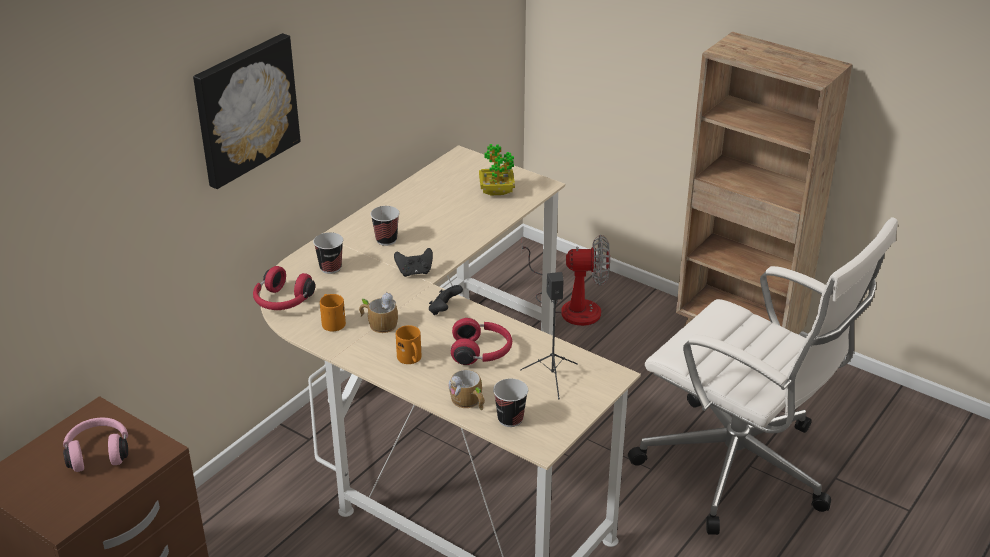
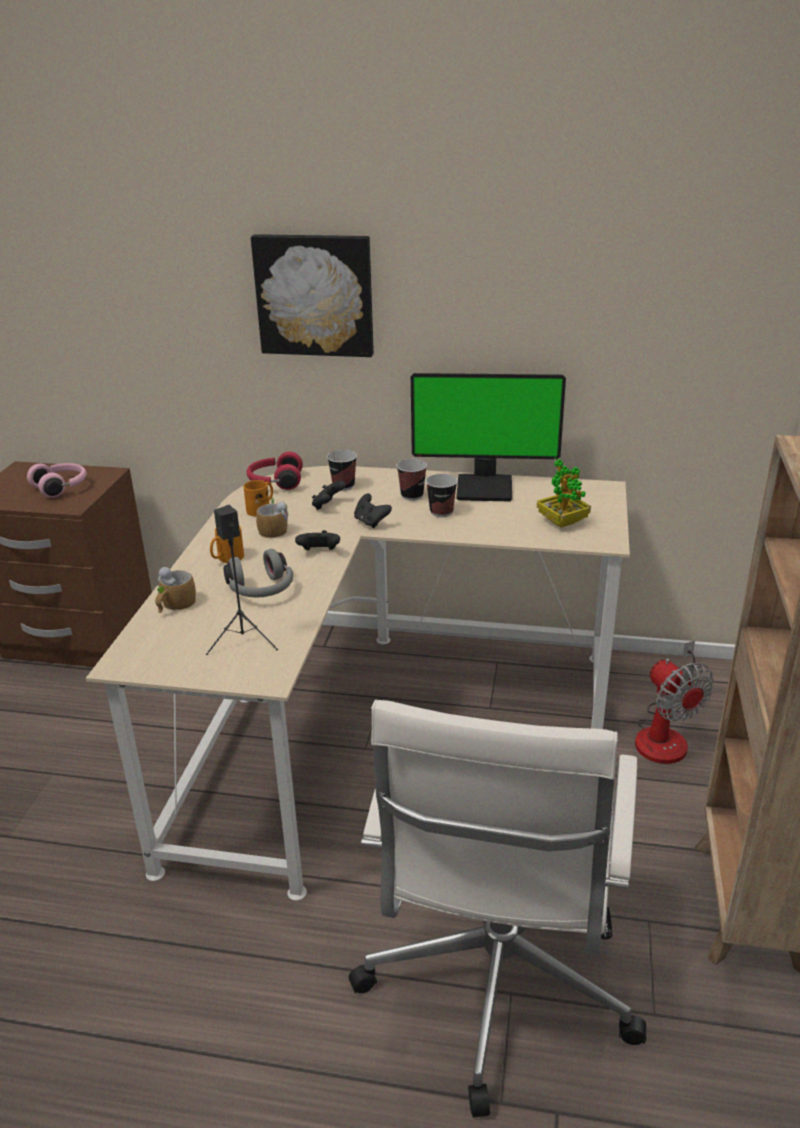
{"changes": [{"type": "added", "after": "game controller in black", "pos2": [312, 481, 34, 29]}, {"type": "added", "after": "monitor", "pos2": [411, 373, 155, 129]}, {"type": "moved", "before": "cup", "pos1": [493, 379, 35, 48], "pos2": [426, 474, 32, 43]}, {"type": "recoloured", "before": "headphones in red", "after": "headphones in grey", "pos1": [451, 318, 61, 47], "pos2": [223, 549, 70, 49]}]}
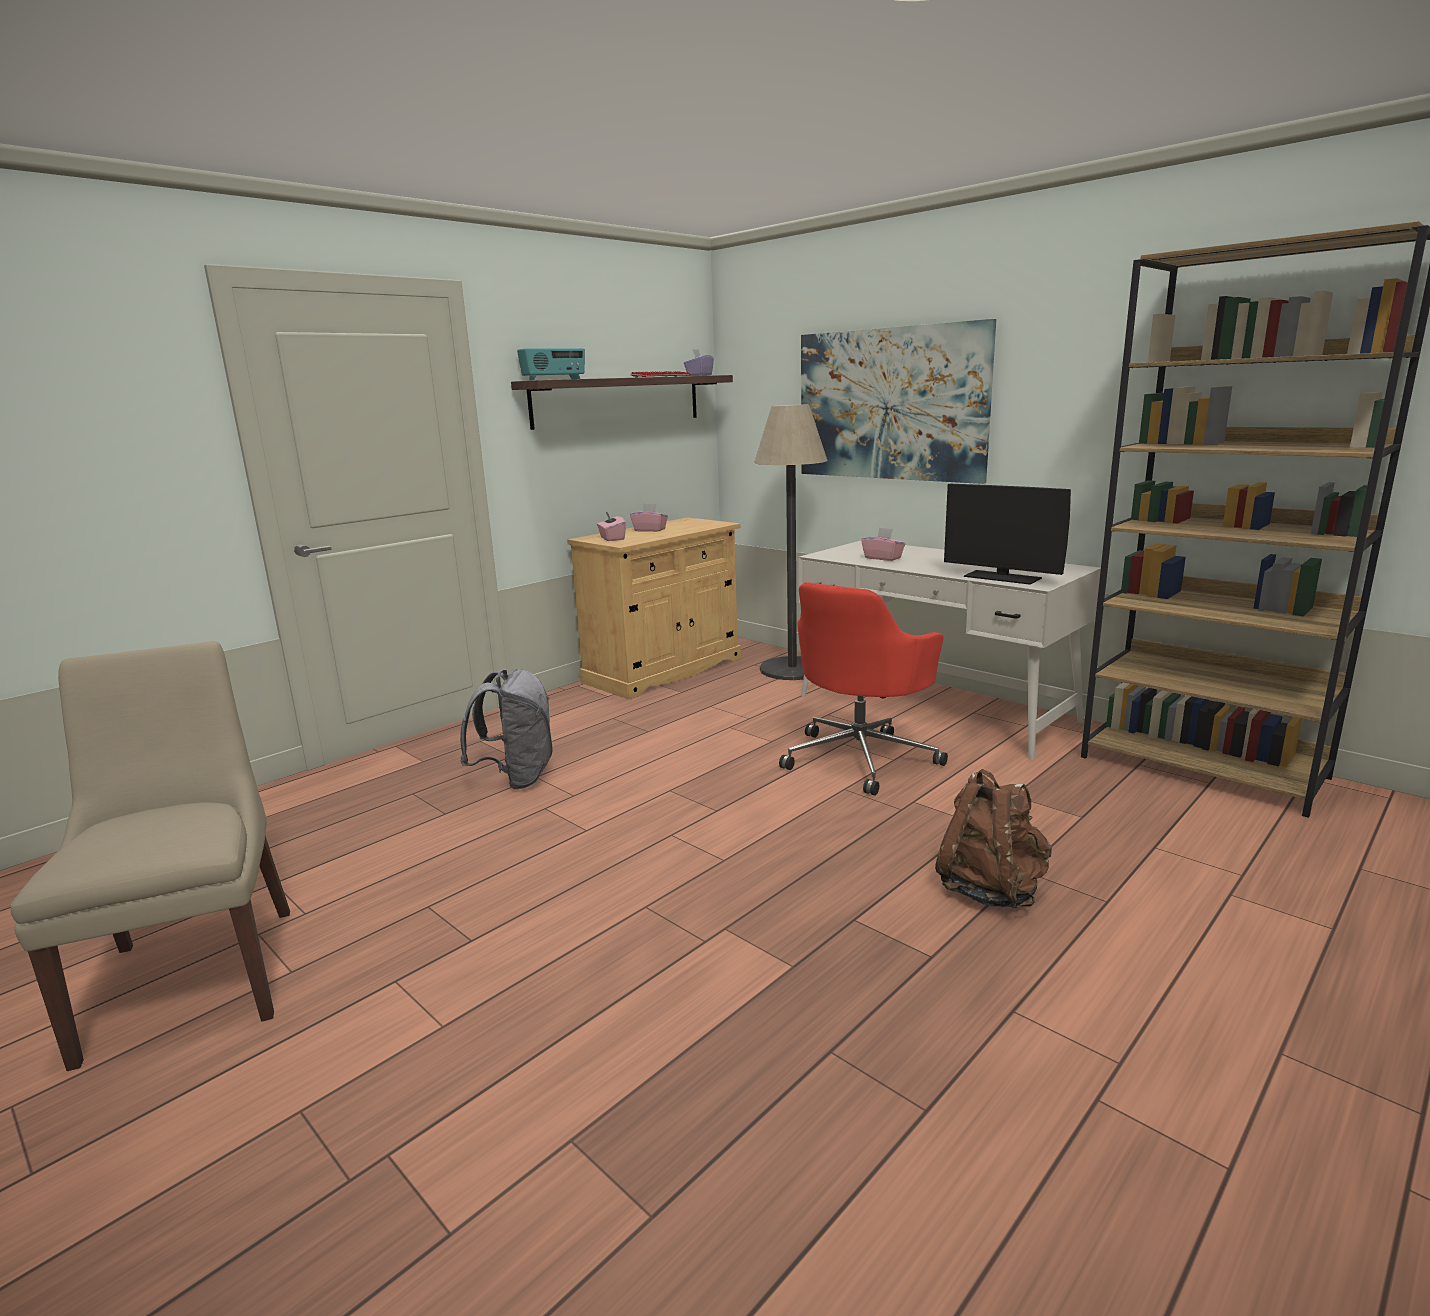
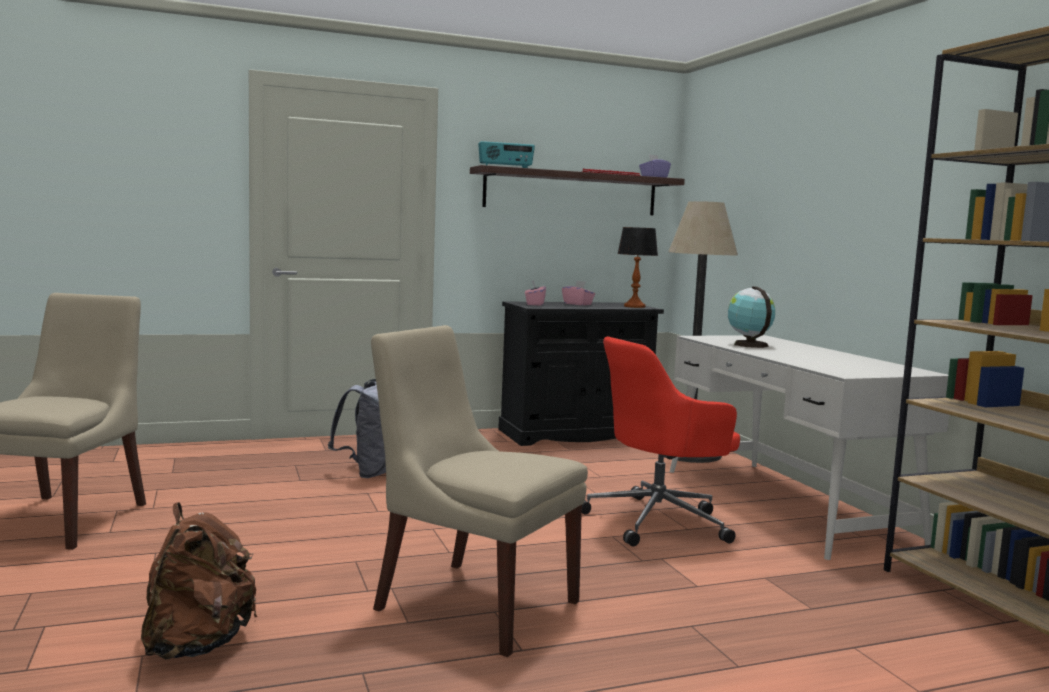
{"changes": [{"type": "removed", "before": "picture", "pos1": [801, 319, 195, 165]}, {"type": "removed", "before": "monitor", "pos1": [944, 484, 127, 101]}, {"type": "added", "after": "chair in beige", "pos2": [371, 325, 217, 332]}, {"type": "added", "after": "table lamp", "pos2": [617, 227, 41, 81]}, {"type": "moved", "before": "backpack in brown", "pos1": [935, 769, 117, 139], "pos2": [141, 502, 116, 157]}, {"type": "replaced", "before": "tissue box in pink", "after": "globe", "pos1": [861, 527, 45, 34], "pos2": [728, 286, 47, 62]}, {"type": "recoloured", "before": "cabinet in beige", "after": "cabinet in black", "pos1": [567, 517, 174, 182], "pos2": [498, 301, 166, 145]}]}
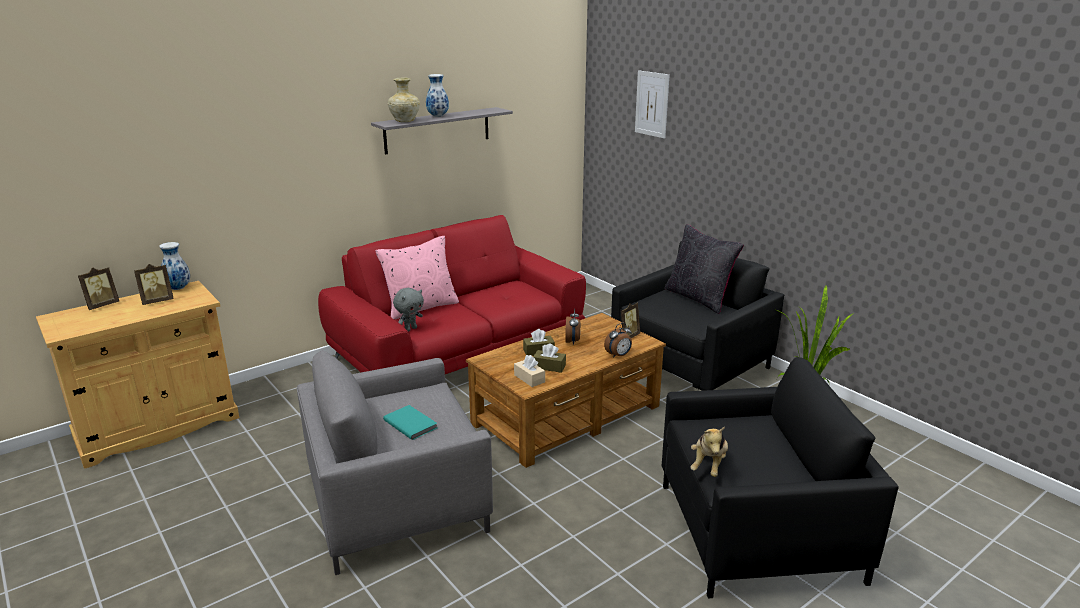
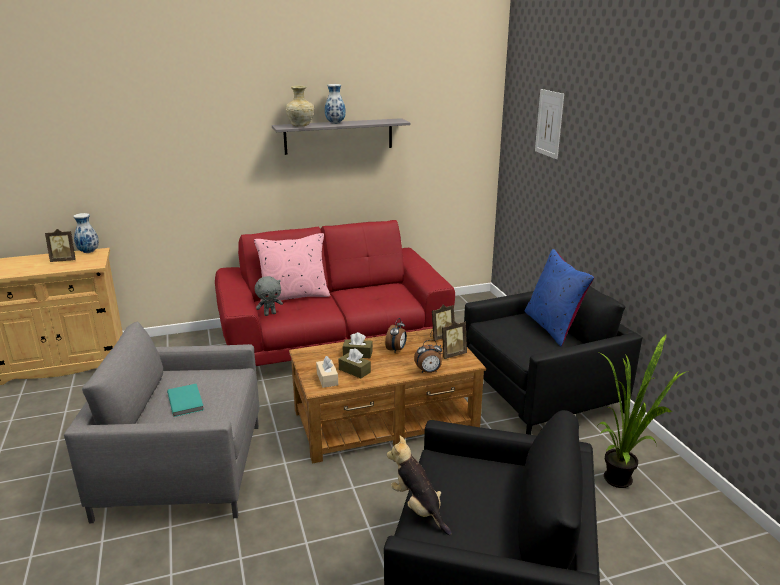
{"changes": [{"type": "moved", "before": "picture frame", "pos1": [78, 267, 41, 43], "pos2": [430, 305, 25, 36]}, {"type": "recoloured", "before": "pillow in black", "after": "pillow in blue", "pos1": [664, 224, 80, 90], "pos2": [525, 249, 69, 97]}, {"type": "turned", "before": "plush toy", "pos1": [691, 426, 37, 51], "pos2": [387, 436, 65, 99], "turn": 105}]}
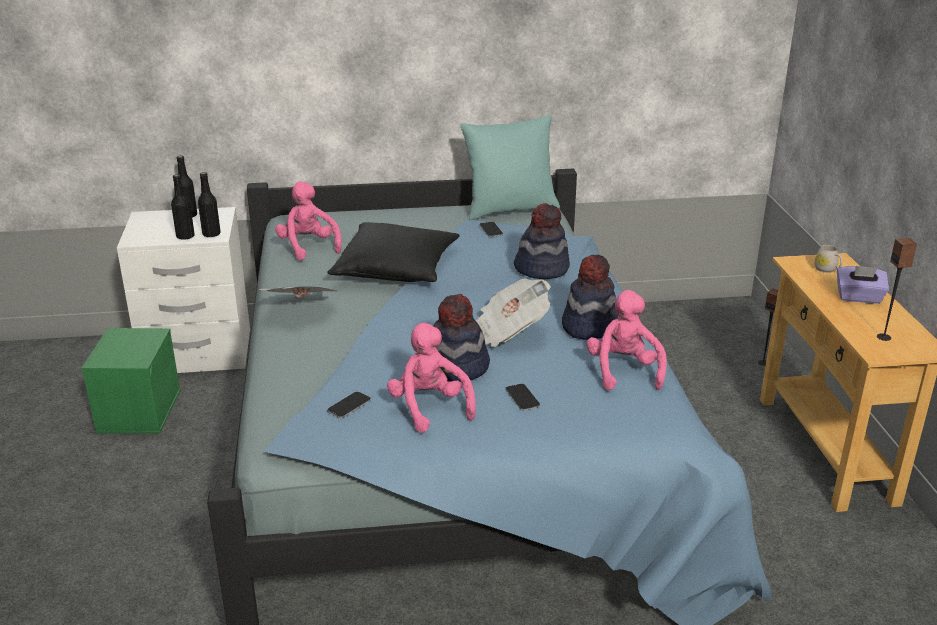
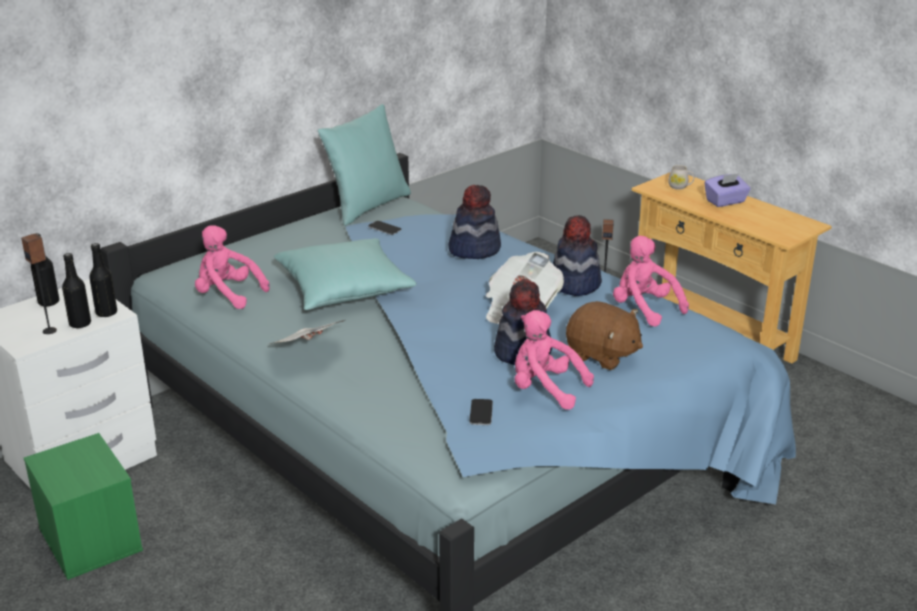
{"changes": [{"type": "moved", "before": "speaker", "pos1": [877, 238, 40, 103], "pos2": [21, 233, 36, 101]}, {"type": "replaced", "before": "phone", "after": "plush toy in brown", "pos1": [505, 384, 35, 26], "pos2": [566, 301, 77, 69]}, {"type": "recoloured", "before": "pillow in black", "after": "pillow in turquoise", "pos1": [327, 222, 133, 60], "pos2": [273, 238, 144, 73]}]}
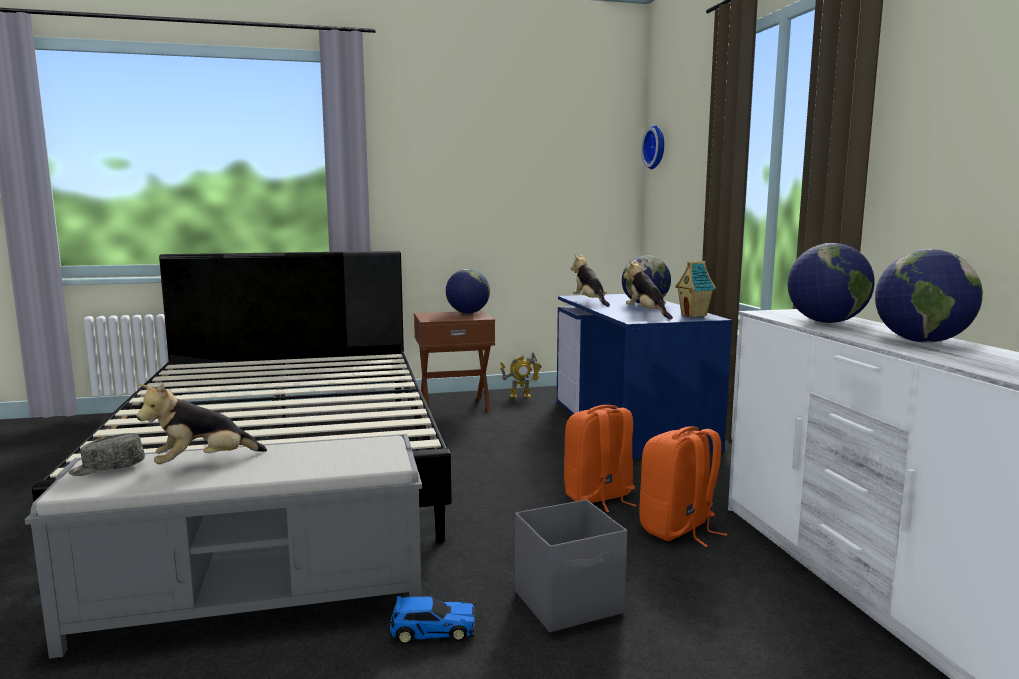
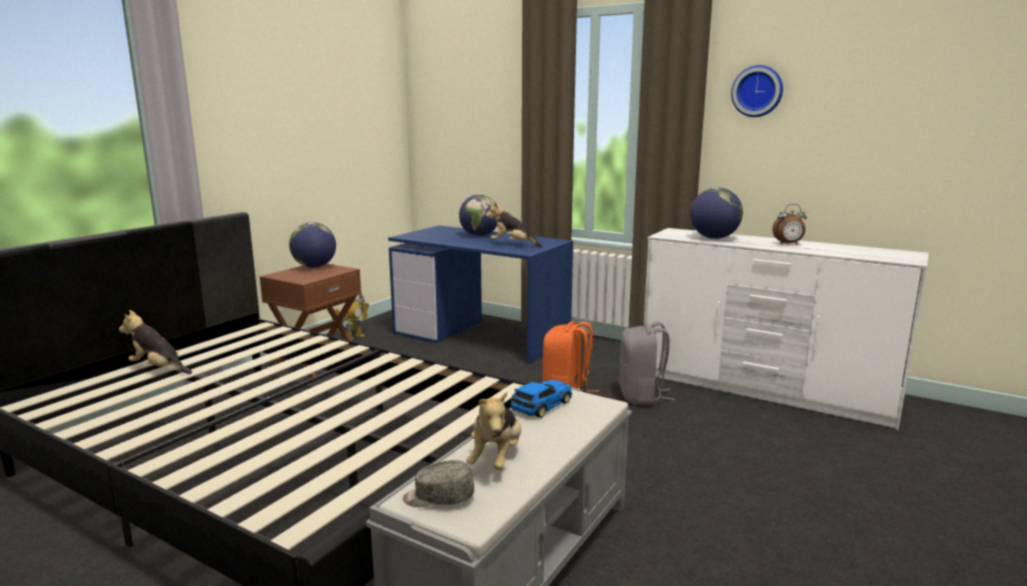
{"changes": [{"type": "removed", "before": "storage box in grey", "pos1": [515, 500, 112, 132]}, {"type": "removed", "before": "toy house", "pos1": [675, 261, 41, 56]}, {"type": "moved", "before": "toy car", "pos1": [390, 596, 86, 48], "pos2": [510, 380, 62, 38]}, {"type": "moved", "before": "plush toy", "pos1": [571, 254, 39, 53], "pos2": [119, 310, 73, 64]}, {"type": "moved", "before": "wall clock", "pos1": [641, 125, 23, 44], "pos2": [731, 65, 52, 52]}, {"type": "replaced", "before": "globe", "after": "alarm clock", "pos1": [875, 249, 108, 94], "pos2": [772, 204, 35, 40]}, {"type": "recoloured", "before": "backpack in orange", "after": "backpack in grey", "pos1": [639, 426, 88, 121], "pos2": [619, 322, 56, 83]}, {"type": "turned", "before": "cap in grey", "pos1": [68, 433, 77, 43], "pos2": [403, 460, 71, 47], "turn": 60}]}
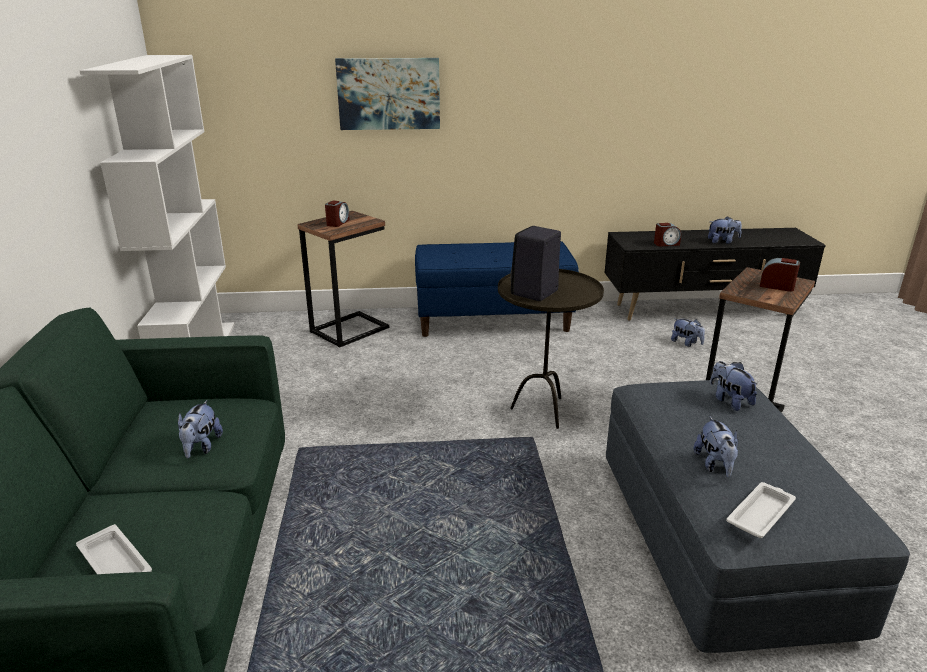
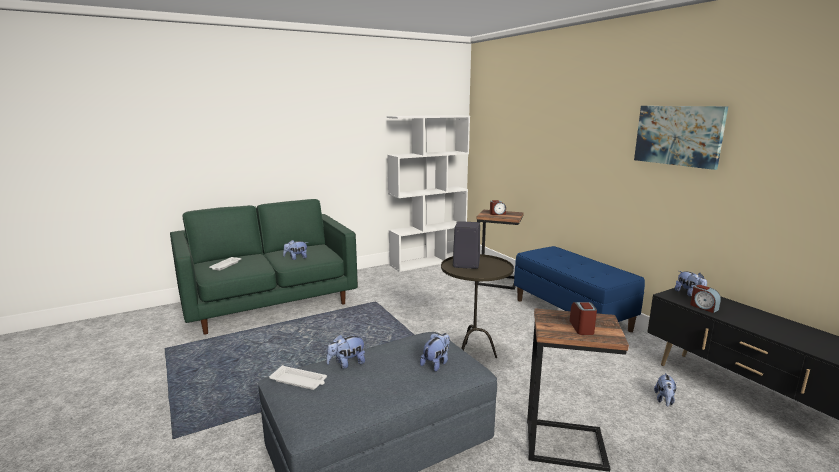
{"changes": [{"type": "moved", "before": "picture", "pos1": [335, 58, 105, 72], "pos2": [634, 106, 94, 64]}, {"type": "moved", "before": "plush toy", "pos1": [708, 216, 34, 28], "pos2": [675, 271, 32, 26]}]}
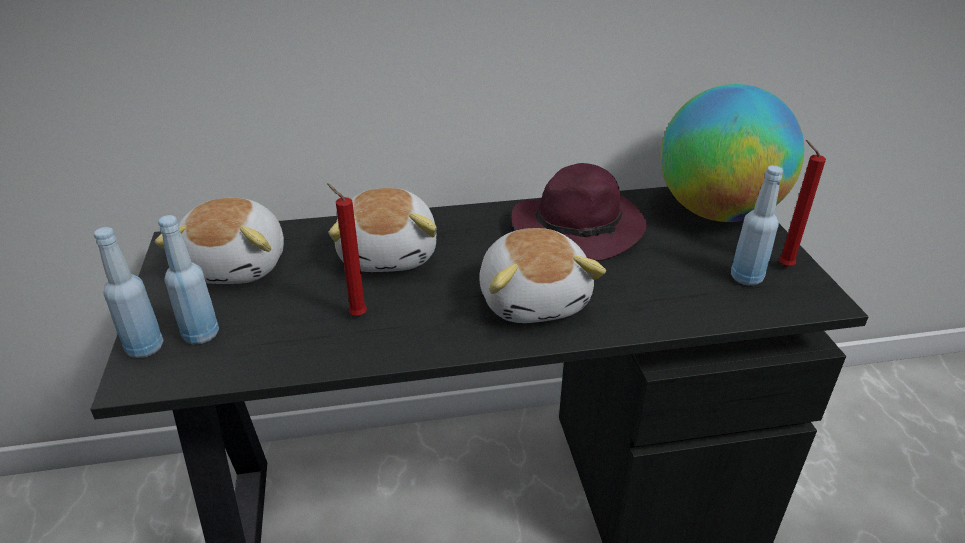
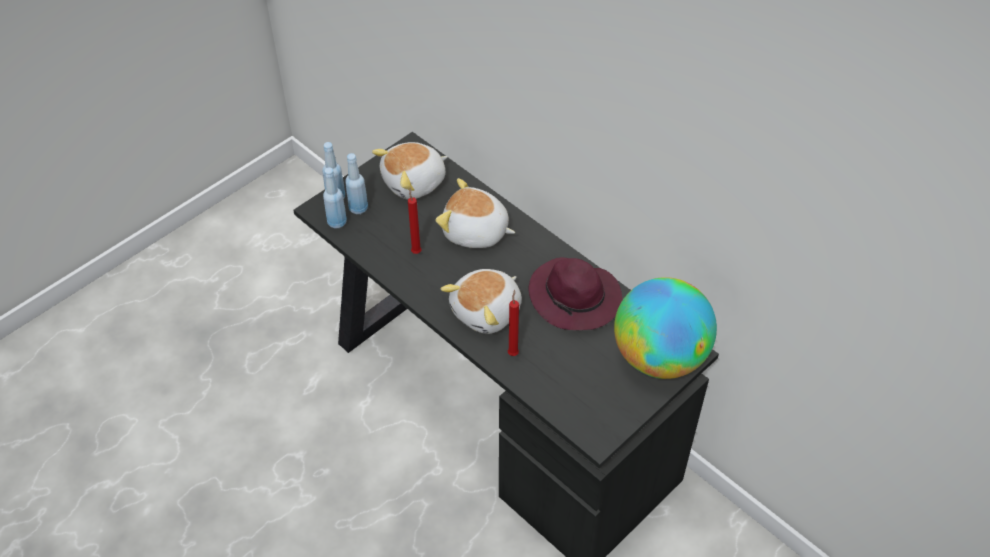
{"changes": [{"type": "moved", "before": "bottle in blue", "pos1": [731, 165, 52, 120], "pos2": [323, 167, 24, 61]}, {"type": "moved", "before": "candle in red", "pos1": [779, 140, 47, 127], "pos2": [508, 290, 11, 66]}, {"type": "turned", "before": "plush toy", "pos1": [328, 188, 109, 84], "pos2": [436, 178, 79, 70], "turn": 60}]}
